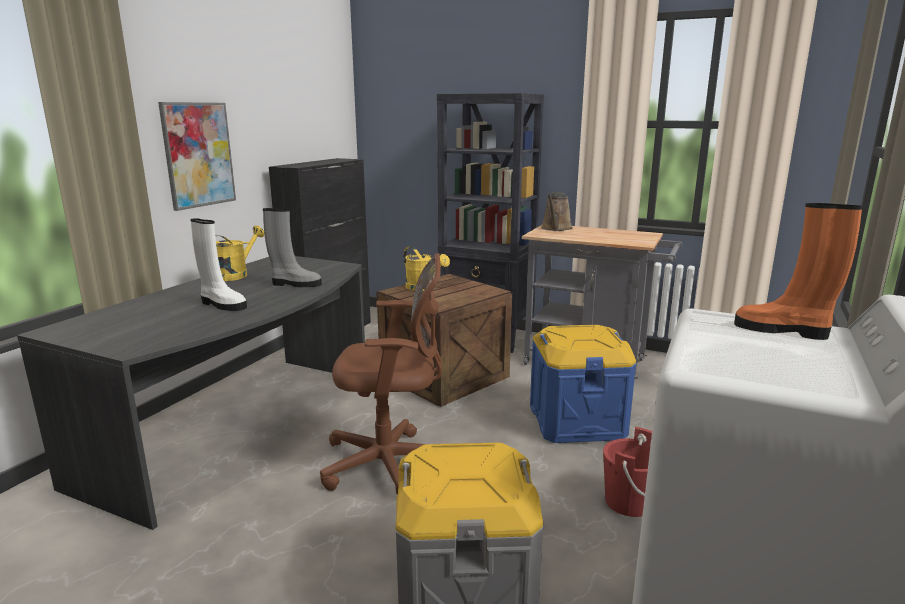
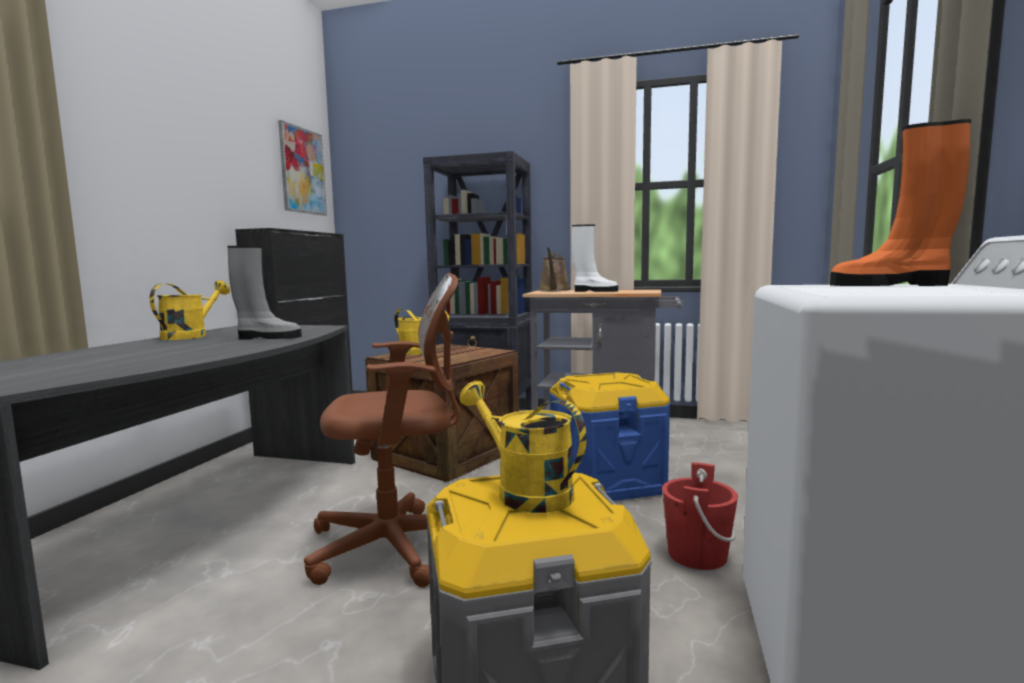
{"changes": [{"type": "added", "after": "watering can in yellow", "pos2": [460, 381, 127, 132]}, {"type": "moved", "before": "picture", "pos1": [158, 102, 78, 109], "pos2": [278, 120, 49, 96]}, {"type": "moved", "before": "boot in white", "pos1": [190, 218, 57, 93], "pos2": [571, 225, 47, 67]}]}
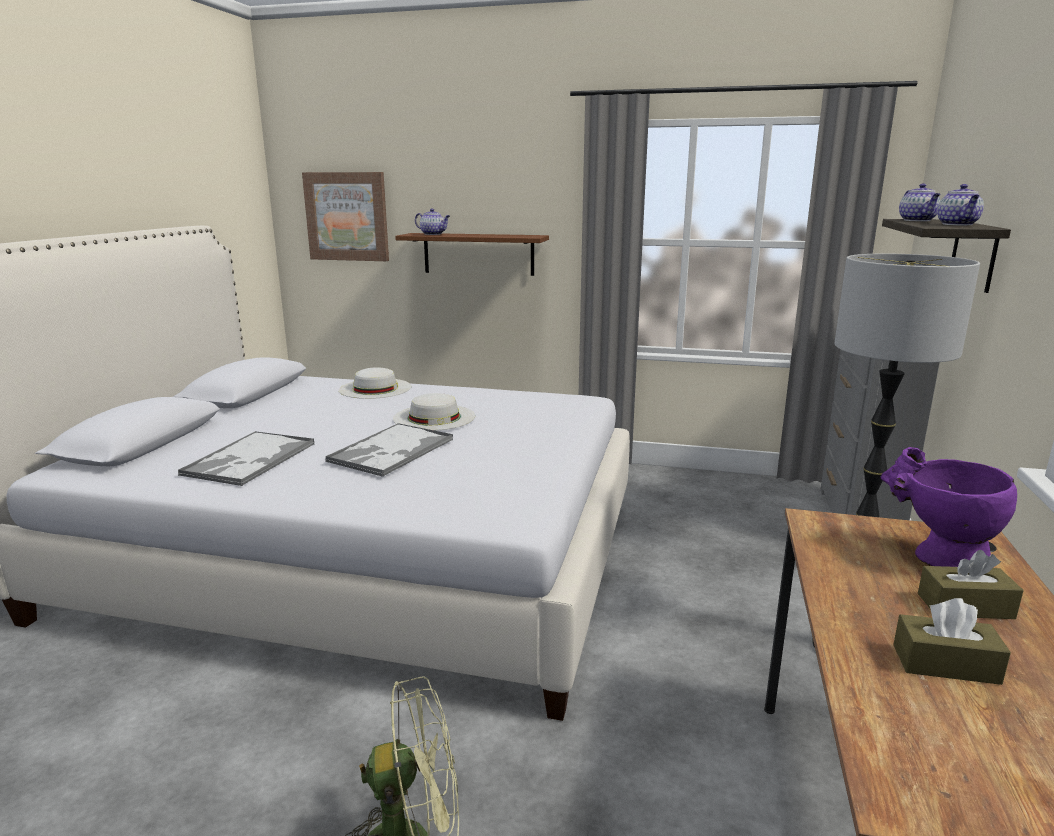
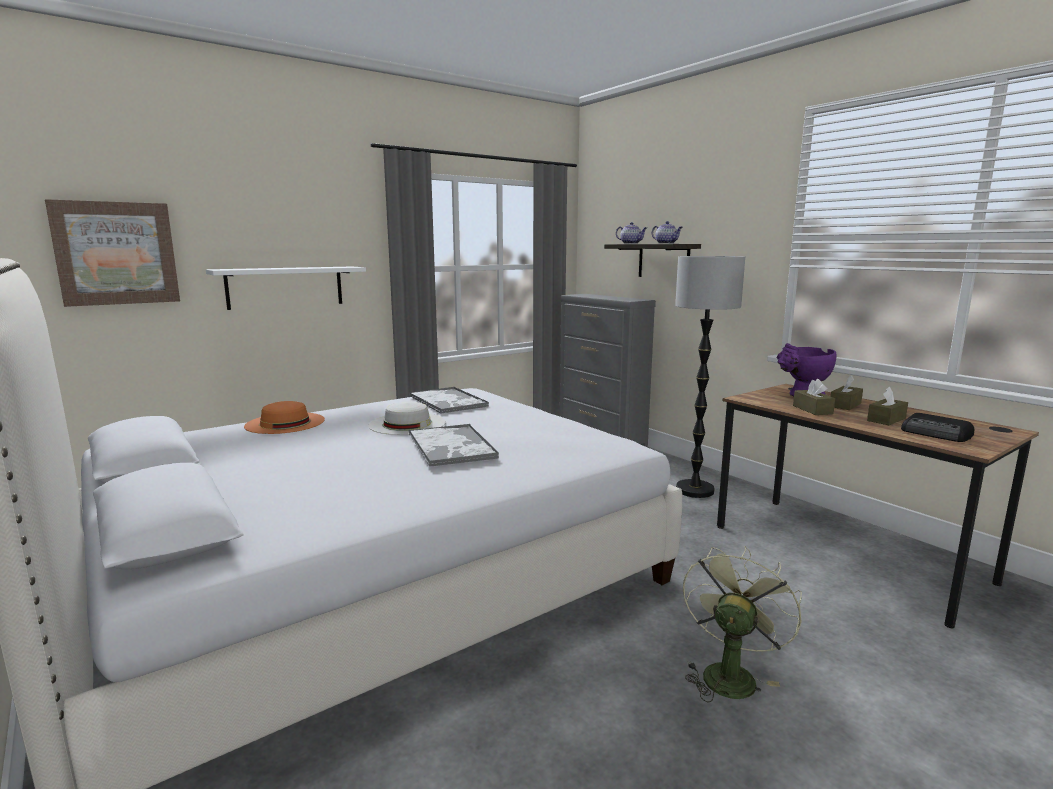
{"changes": [{"type": "removed", "before": "teapot", "pos1": [415, 208, 35, 27]}, {"type": "added", "after": "tissue box in brown", "pos2": [793, 379, 42, 36]}, {"type": "added", "after": "radio", "pos2": [901, 413, 73, 29]}, {"type": "moved", "before": "tray", "pos1": [178, 431, 136, 55], "pos2": [409, 387, 80, 27]}, {"type": "recoloured", "before": "hat in white", "after": "hat in orange", "pos1": [339, 367, 72, 32], "pos2": [244, 401, 81, 33]}, {"type": "recoloured", "before": "shelf in brown", "after": "shelf in white", "pos1": [395, 233, 154, 43], "pos2": [206, 267, 160, 43]}]}
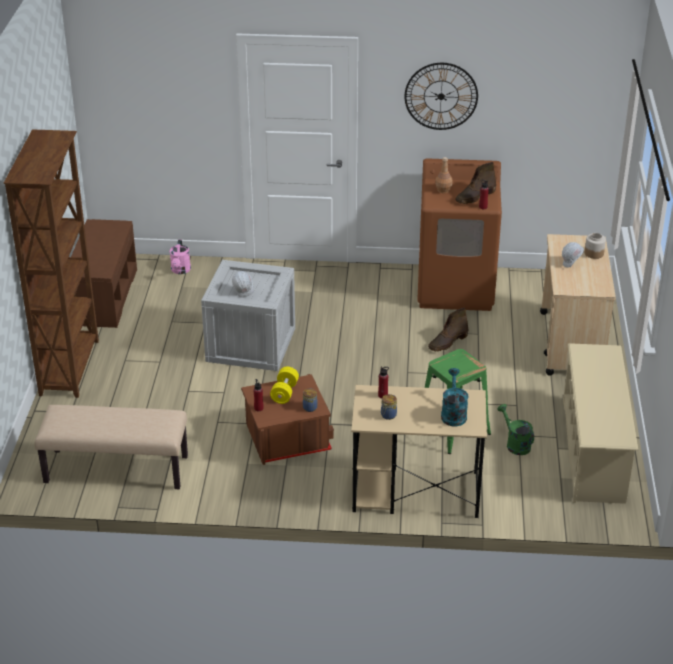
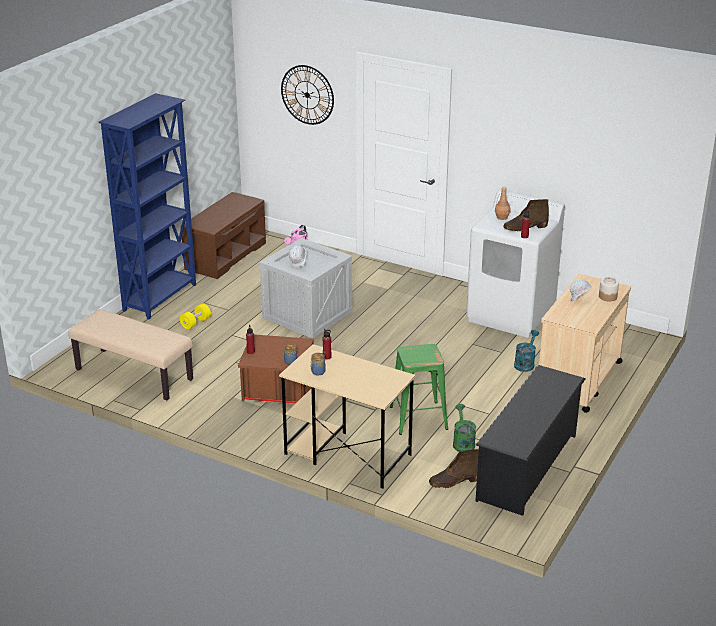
{"changes": [{"type": "moved", "before": "dumbbell in yellow", "pos1": [270, 367, 29, 37], "pos2": [180, 303, 31, 26]}, {"type": "moved", "before": "wall clock", "pos1": [405, 63, 73, 67], "pos2": [281, 65, 53, 60]}, {"type": "moved", "before": "boot in brown", "pos1": [428, 308, 40, 44], "pos2": [429, 449, 50, 39]}, {"type": "moved", "before": "watering can in turquoise", "pos1": [441, 368, 27, 59], "pos2": [514, 330, 25, 42]}, {"type": "recoloured", "before": "bookcase in brown", "after": "bookcase in blue", "pos1": [4, 129, 95, 269], "pos2": [98, 93, 98, 226]}, {"type": "recoloured", "before": "washing machine in brown", "after": "washing machine in white", "pos1": [417, 158, 85, 153], "pos2": [466, 189, 99, 149]}, {"type": "recoloured", "before": "shoe rack in beige", "after": "shoe rack in black", "pos1": [563, 343, 75, 161], "pos2": [475, 365, 111, 151]}]}
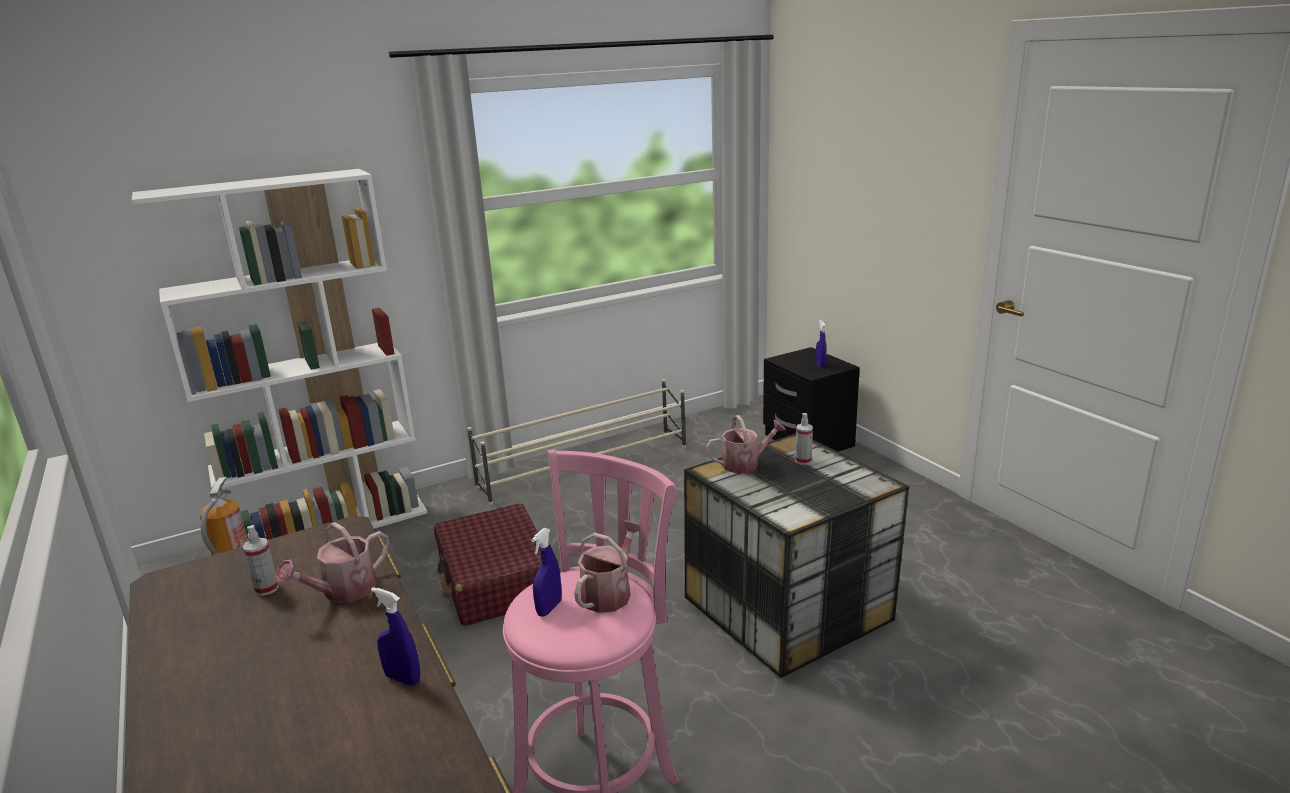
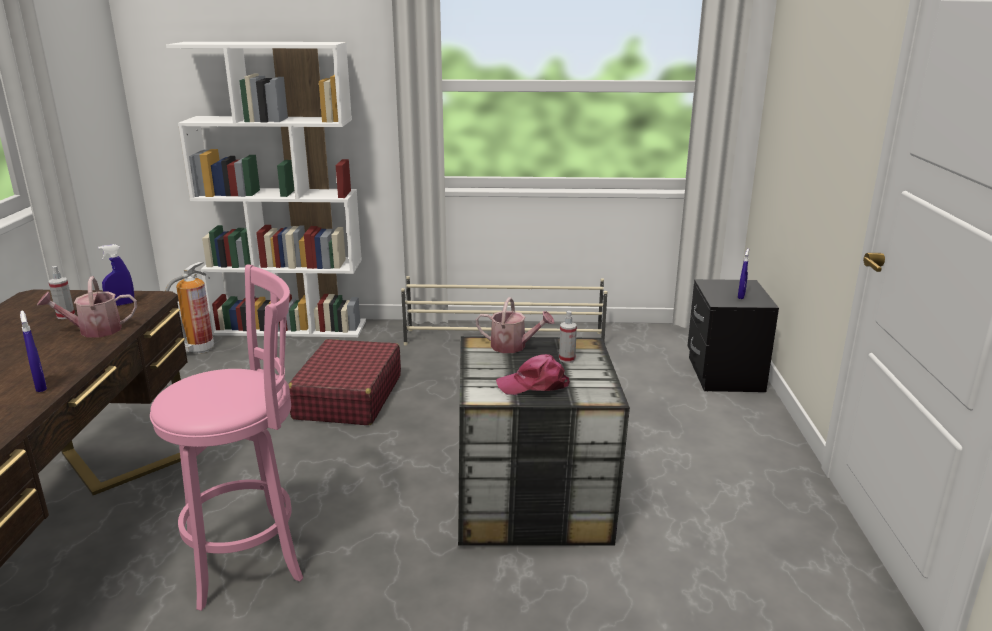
{"changes": [{"type": "removed", "before": "watering can", "pos1": [574, 520, 66, 93]}, {"type": "added", "after": "cap in pink", "pos2": [496, 354, 74, 41]}, {"type": "moved", "before": "spray bottle in blue", "pos1": [531, 528, 31, 89], "pos2": [98, 244, 36, 62]}]}
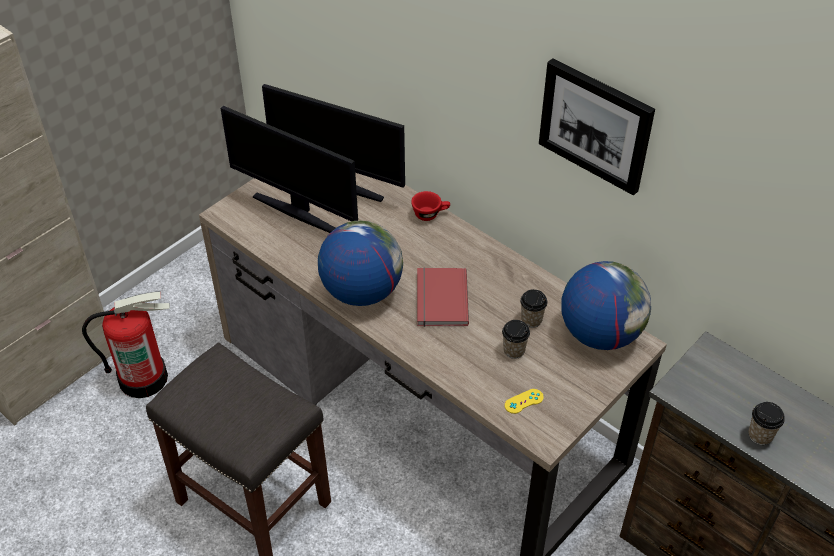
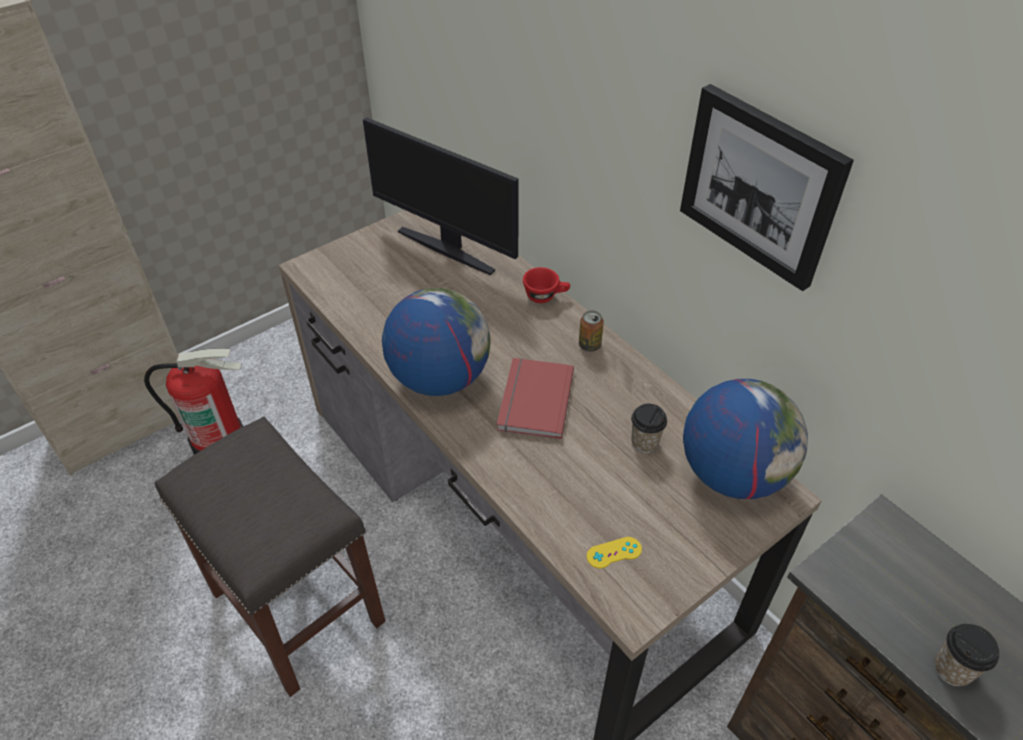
{"changes": [{"type": "removed", "before": "monitor", "pos1": [221, 106, 137, 127]}, {"type": "removed", "before": "cup", "pos1": [502, 320, 28, 39]}, {"type": "added", "after": "can", "pos2": [579, 310, 25, 42]}]}
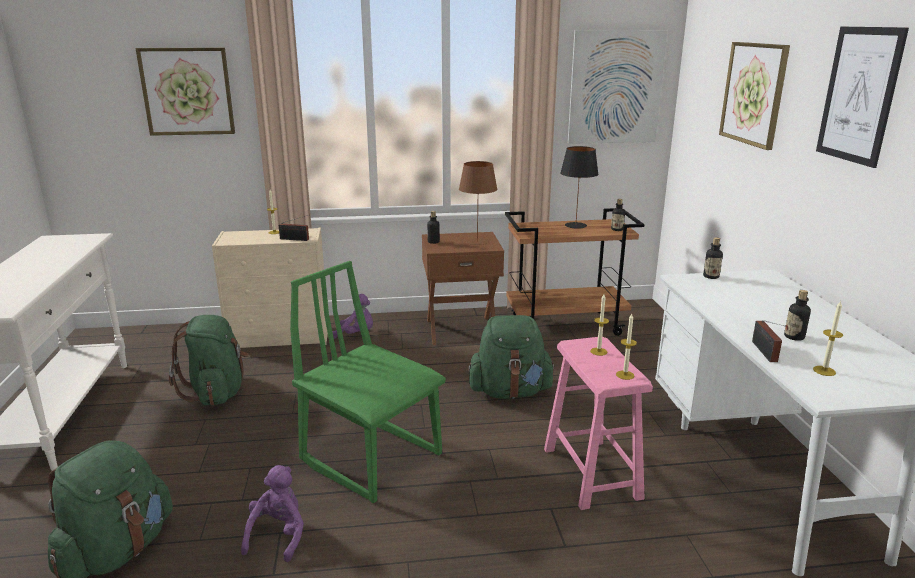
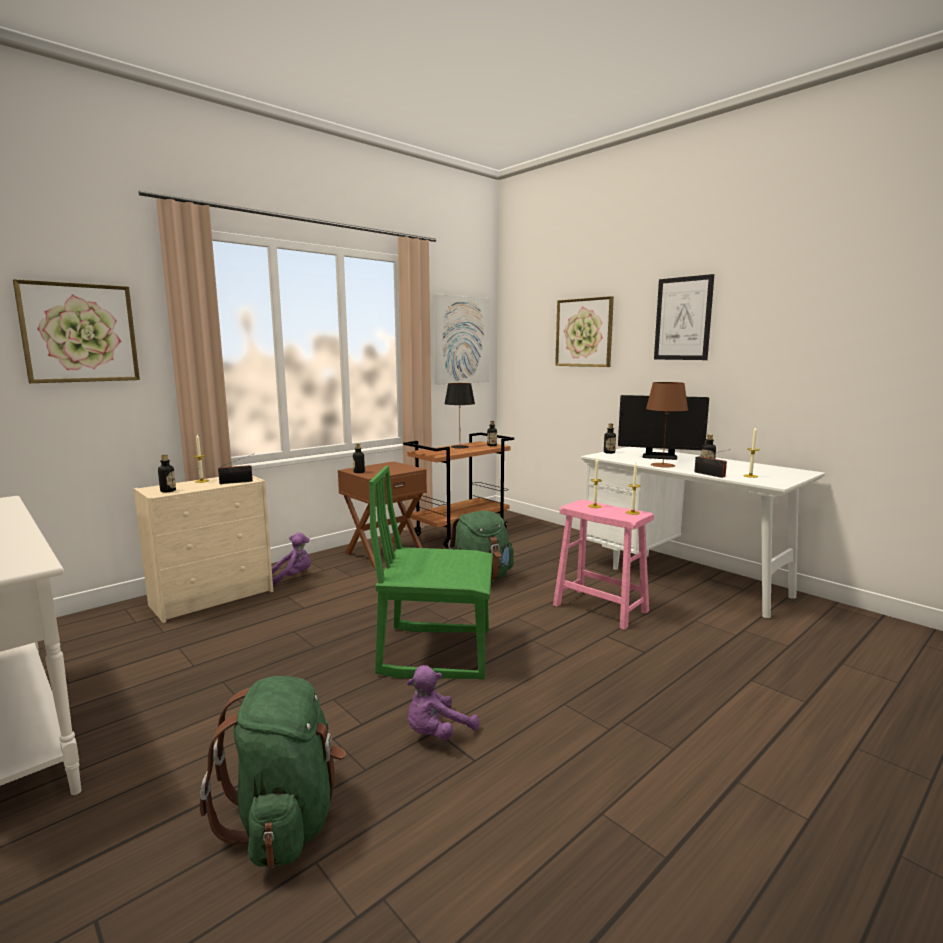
{"changes": [{"type": "removed", "before": "backpack in green", "pos1": [169, 315, 80, 91]}, {"type": "added", "after": "bottle", "pos2": [158, 454, 18, 38]}, {"type": "added", "after": "monitor", "pos2": [618, 395, 91, 65]}, {"type": "moved", "before": "table lamp in brown", "pos1": [459, 161, 38, 84], "pos2": [646, 382, 42, 86]}, {"type": "turned", "before": "plush toy in purple", "pos1": [241, 465, 63, 97], "pos2": [407, 665, 72, 75], "turn": -105}]}
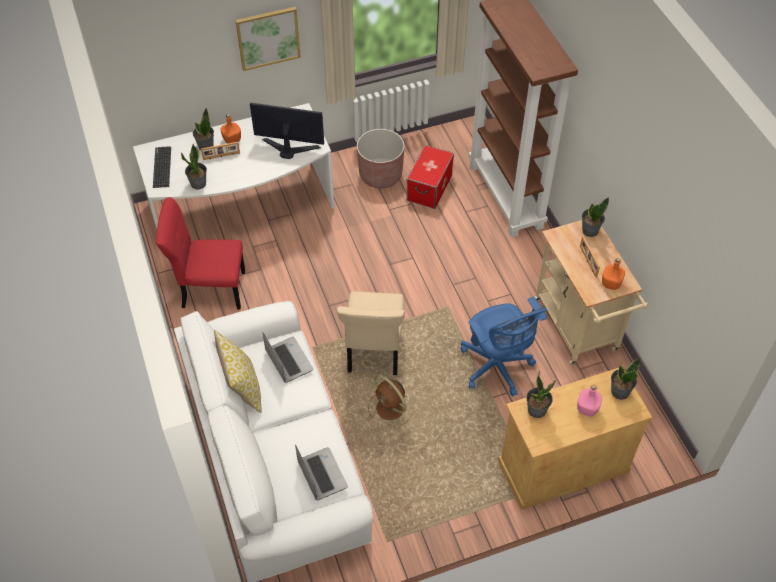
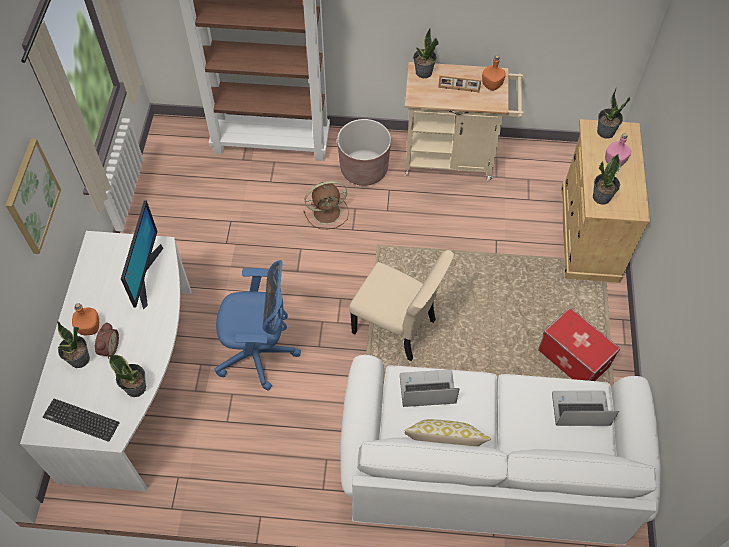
{"changes": [{"type": "removed", "before": "chair in red", "pos1": [156, 197, 89, 112]}, {"type": "moved", "before": "planter in brown", "pos1": [357, 129, 48, 59], "pos2": [337, 119, 54, 67]}, {"type": "moved", "before": "fan in brown", "pos1": [368, 375, 45, 51], "pos2": [303, 181, 46, 48]}, {"type": "moved", "before": "storage box", "pos1": [407, 145, 47, 64], "pos2": [538, 307, 82, 74]}, {"type": "moved", "before": "office chair in blue", "pos1": [461, 297, 86, 100], "pos2": [214, 260, 87, 131]}, {"type": "replaced", "before": "picture frame", "after": "alarm clock", "pos1": [201, 142, 39, 18], "pos2": [94, 322, 25, 37]}, {"type": "turned", "before": "monitor", "pos1": [250, 103, 74, 56], "pos2": [121, 200, 42, 109], "turn": 150}]}
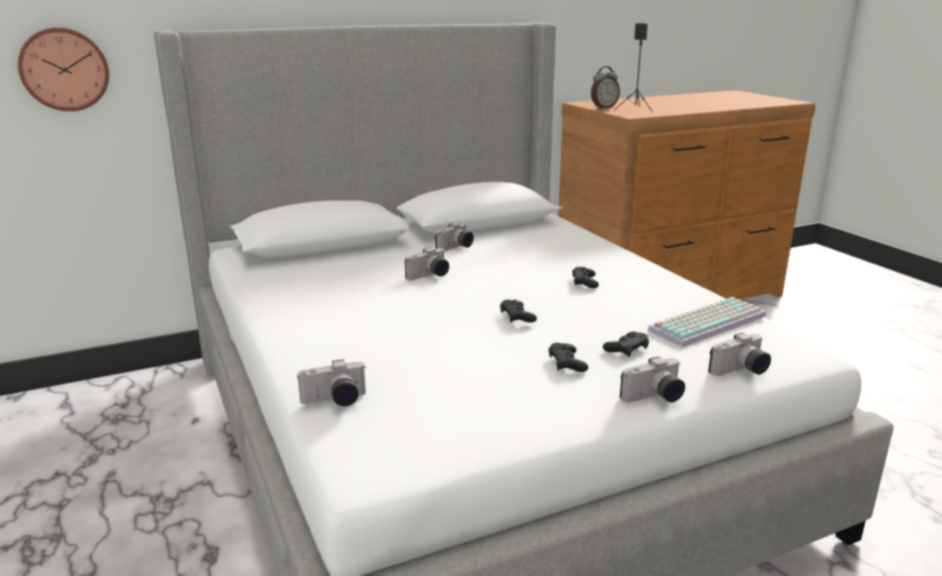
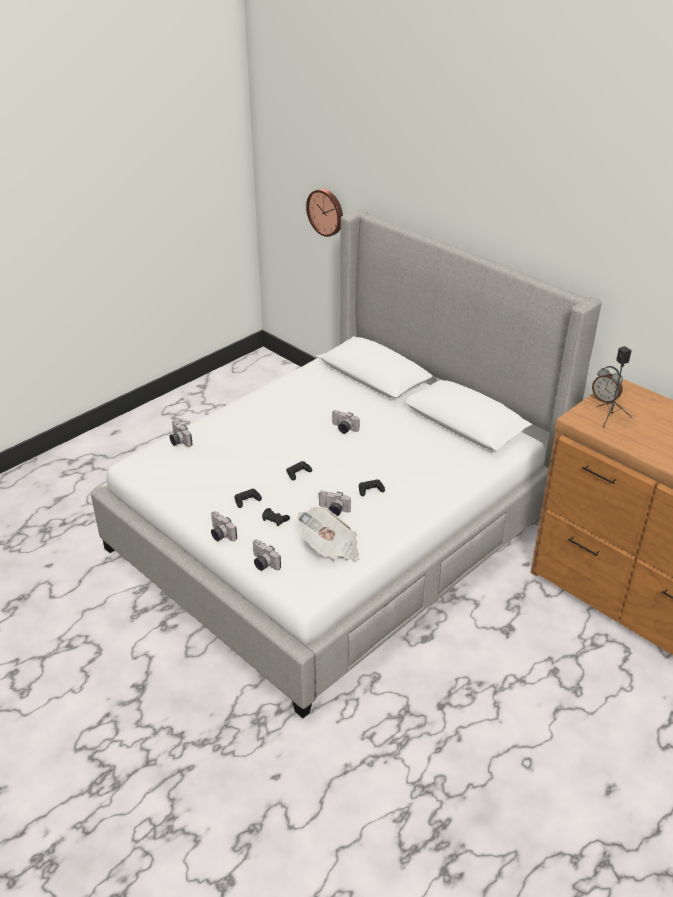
{"changes": [{"type": "moved", "before": "photo camera", "pos1": [435, 223, 39, 28], "pos2": [318, 491, 33, 25]}, {"type": "replaced", "before": "keyboard", "after": "newspaper", "pos1": [647, 297, 119, 50], "pos2": [297, 507, 62, 54]}]}
